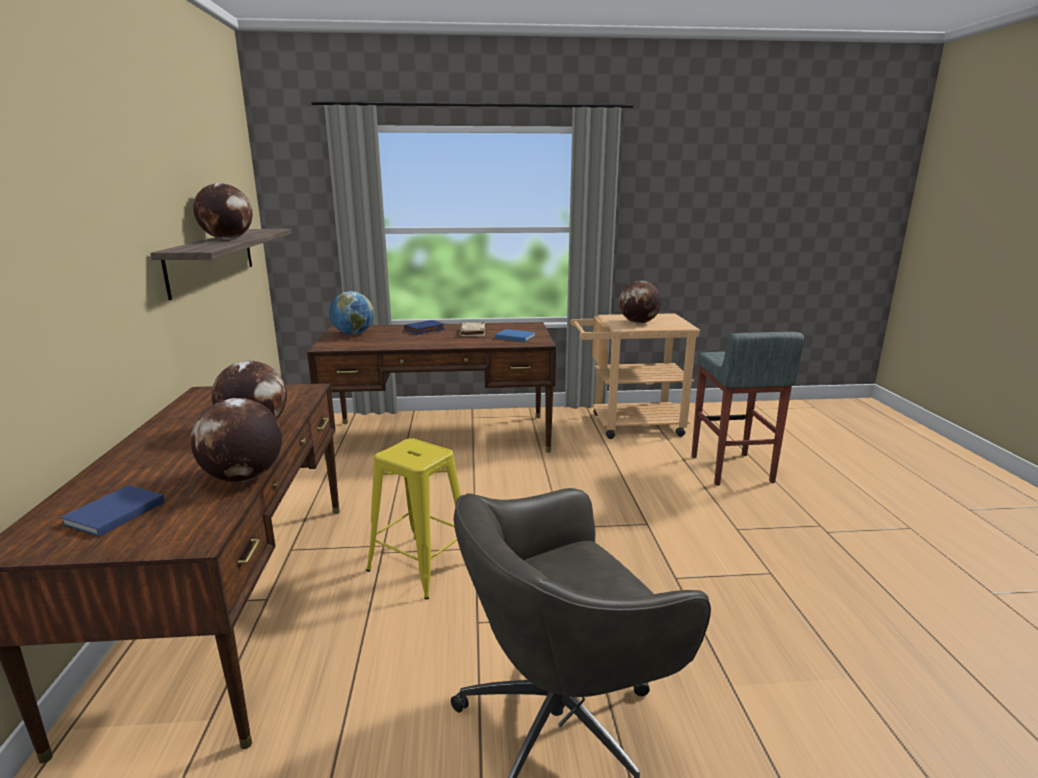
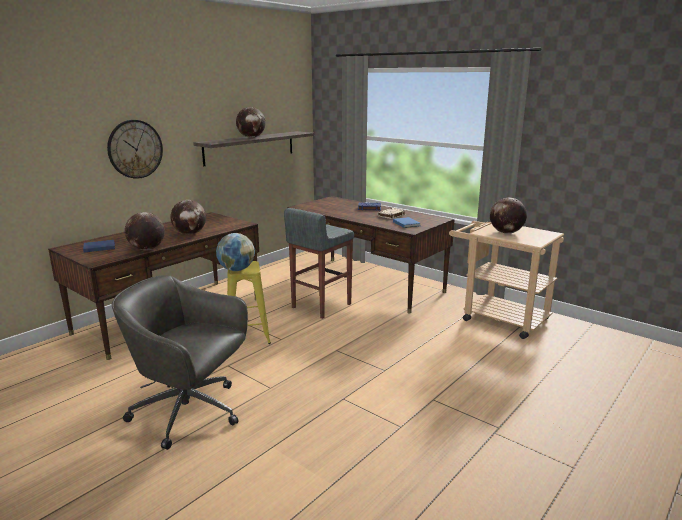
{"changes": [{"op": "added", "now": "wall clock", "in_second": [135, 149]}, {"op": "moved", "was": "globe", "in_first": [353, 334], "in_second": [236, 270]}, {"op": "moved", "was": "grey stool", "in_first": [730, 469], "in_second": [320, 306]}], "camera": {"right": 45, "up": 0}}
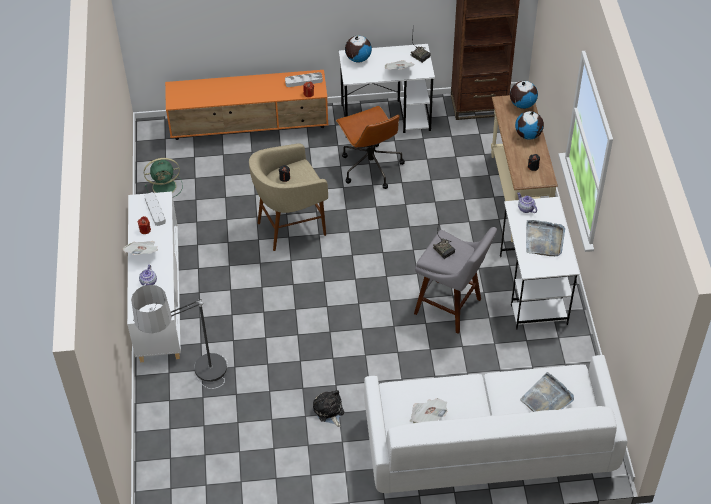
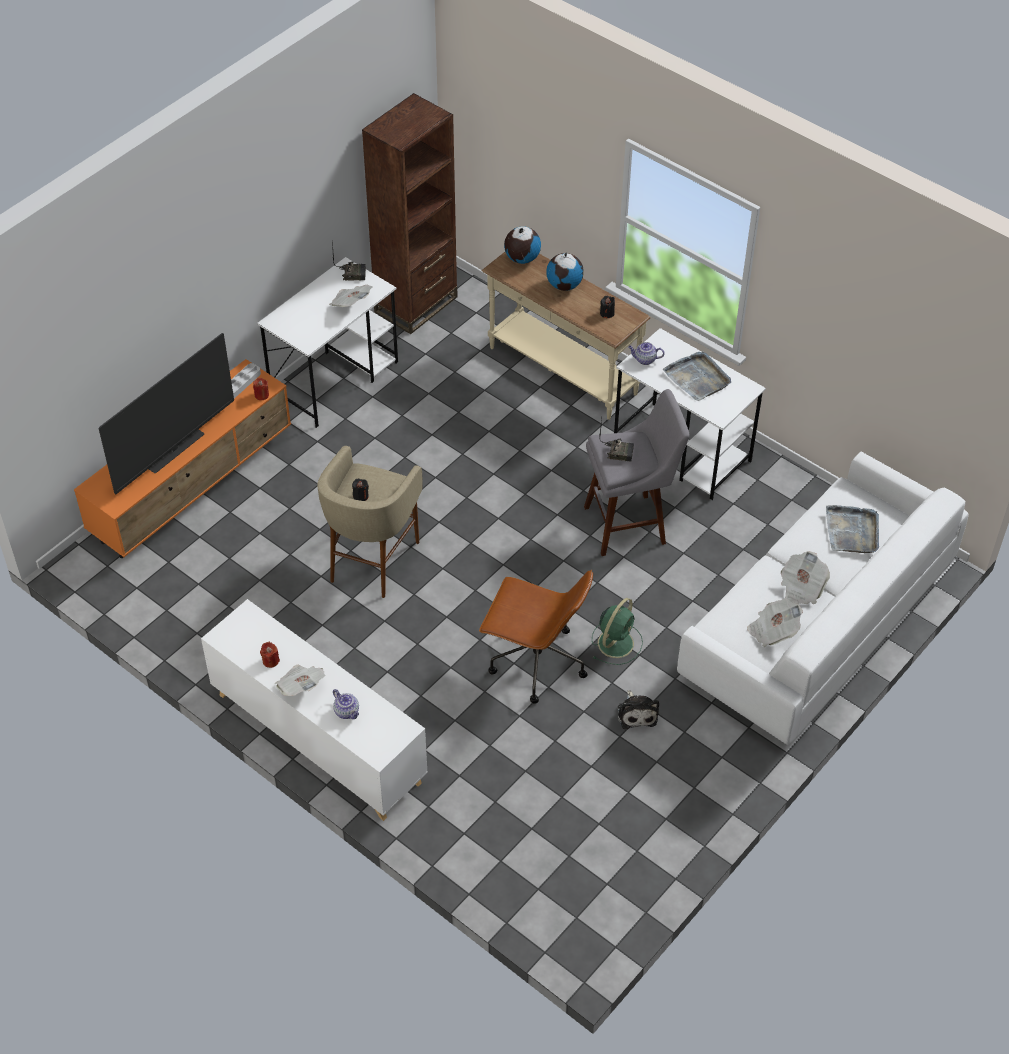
{"changes": [{"op": "added", "now": "television", "in_second": [175, 451]}, {"op": "moved", "was": "brown office chair", "in_first": [370, 166], "in_second": [535, 662]}, {"op": "moved", "was": "green fan", "in_first": [165, 186], "in_second": [616, 642]}, {"op": "turned", "was": "plush toy", "in_first": [329, 411], "in_second": [637, 713], "clockwise": -120}, {"op": "added", "now": "newspaper", "in_second": [801, 588]}, {"op": "removed", "was": "floor lamp", "in_first": [192, 386]}, {"op": "removed", "was": "grey tray", "in_first": [155, 210]}, {"op": "removed", "was": "globe", "in_first": [358, 58]}], "camera": {"right": -45, "up": 0}}
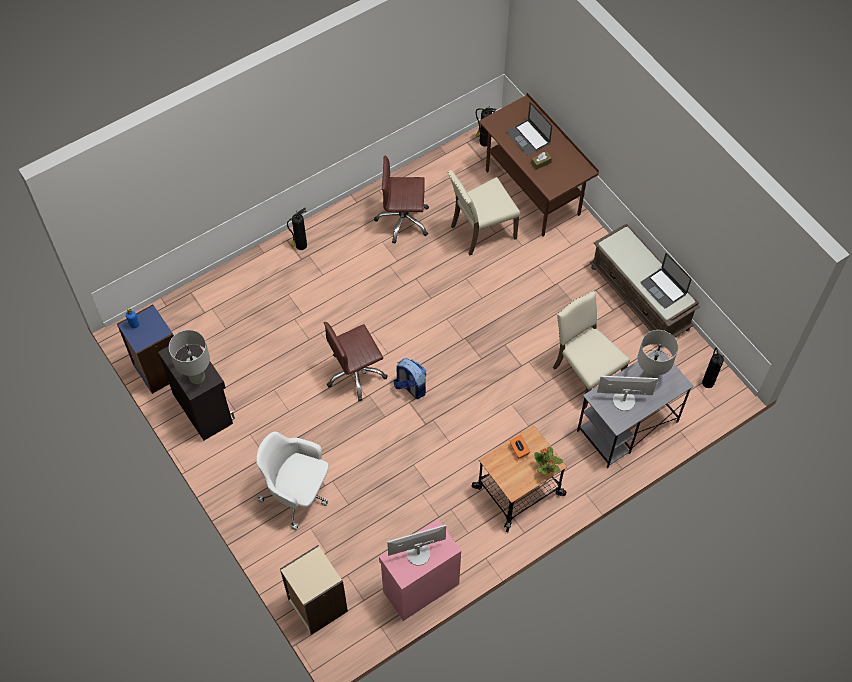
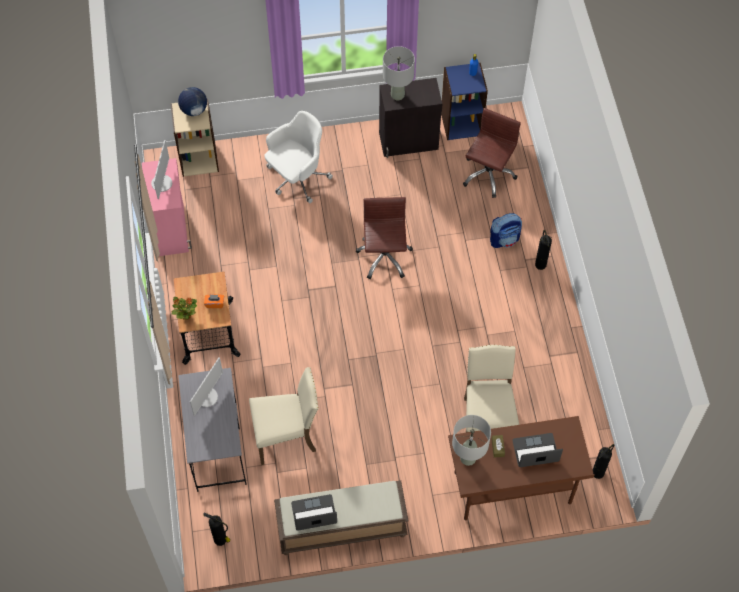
{"changes": [{"op": "added", "now": "globe", "in_second": [194, 110]}, {"op": "moved", "was": "grey table lamp", "in_first": [650, 377], "in_second": [468, 459]}, {"op": "moved", "was": "brown office chair", "in_first": [403, 221], "in_second": [488, 174]}, {"op": "moved", "was": "backpack", "in_first": [410, 387], "in_second": [504, 239]}], "camera": {"right": 115, "up": 0}}
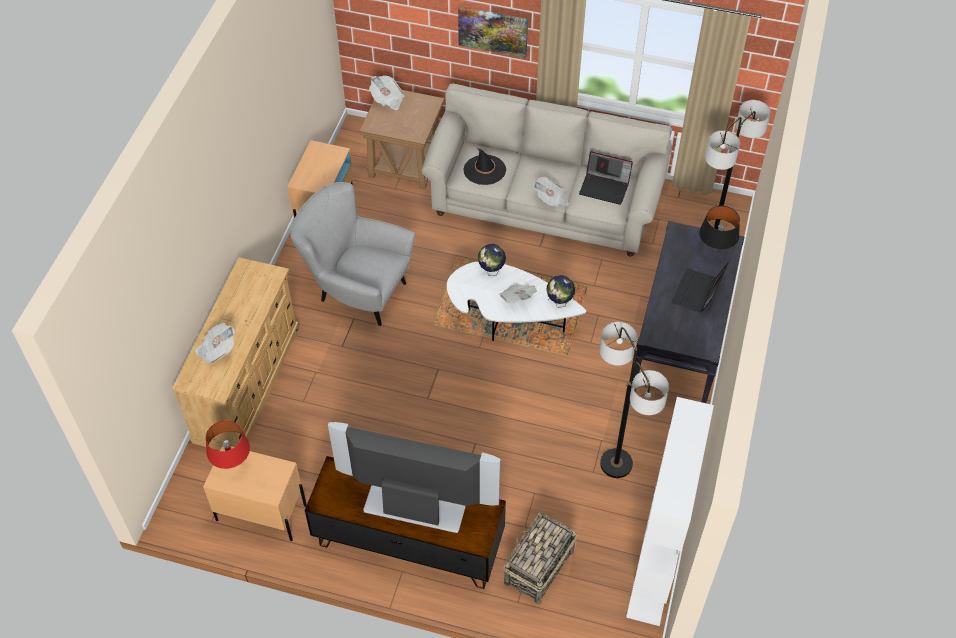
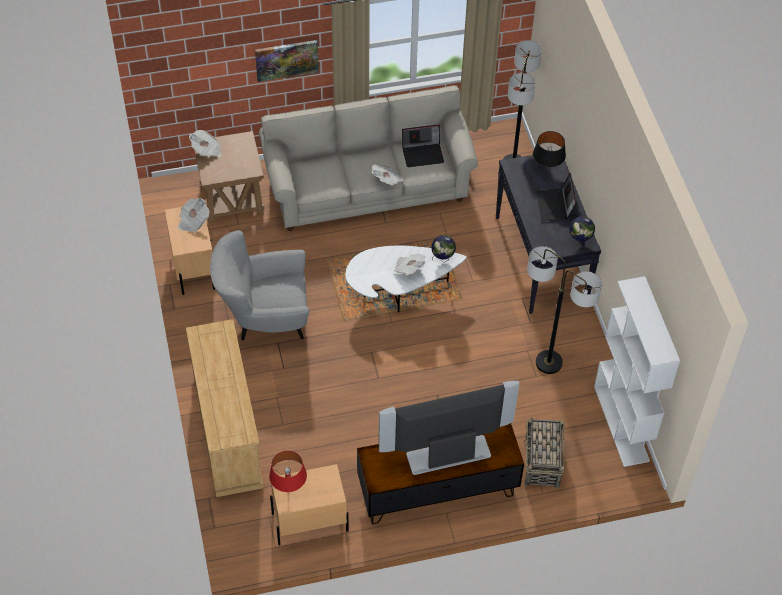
{"changes": [{"op": "moved", "was": "newspaper", "in_first": [217, 350], "in_second": [193, 221]}, {"op": "moved", "was": "globe", "in_first": [491, 271], "in_second": [580, 241]}, {"op": "removed", "was": "black hat", "in_first": [484, 170]}], "camera": {"right": -30, "up": 0}}
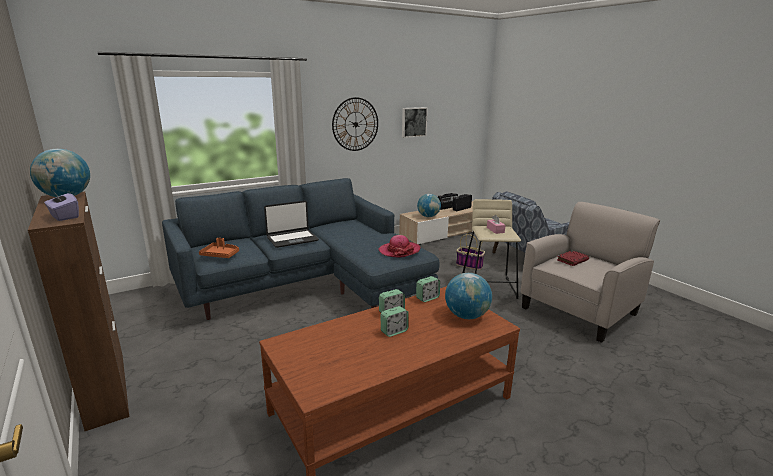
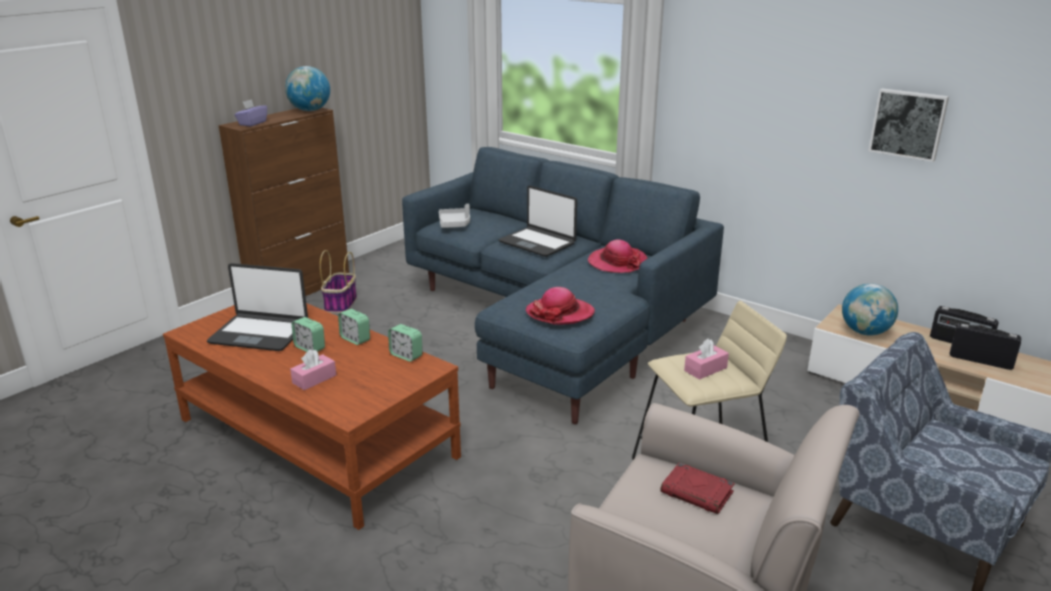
{"changes": [{"op": "added", "now": "laptop", "in_second": [260, 333]}, {"op": "added", "now": "pink tissue box", "in_second": [314, 379]}, {"op": "moved", "was": "basket", "in_first": [470, 265], "in_second": [341, 304]}, {"op": "recoloured", "was": "orange tray", "now": "grey tray", "in_first": [220, 255], "in_second": [455, 223]}, {"op": "added", "now": "hat", "in_second": [617, 262]}, {"op": "removed", "was": "wall clock", "in_first": [355, 124]}, {"op": "removed", "was": "globe", "in_first": [466, 316]}], "camera": {"right": 70, "up": 5}}
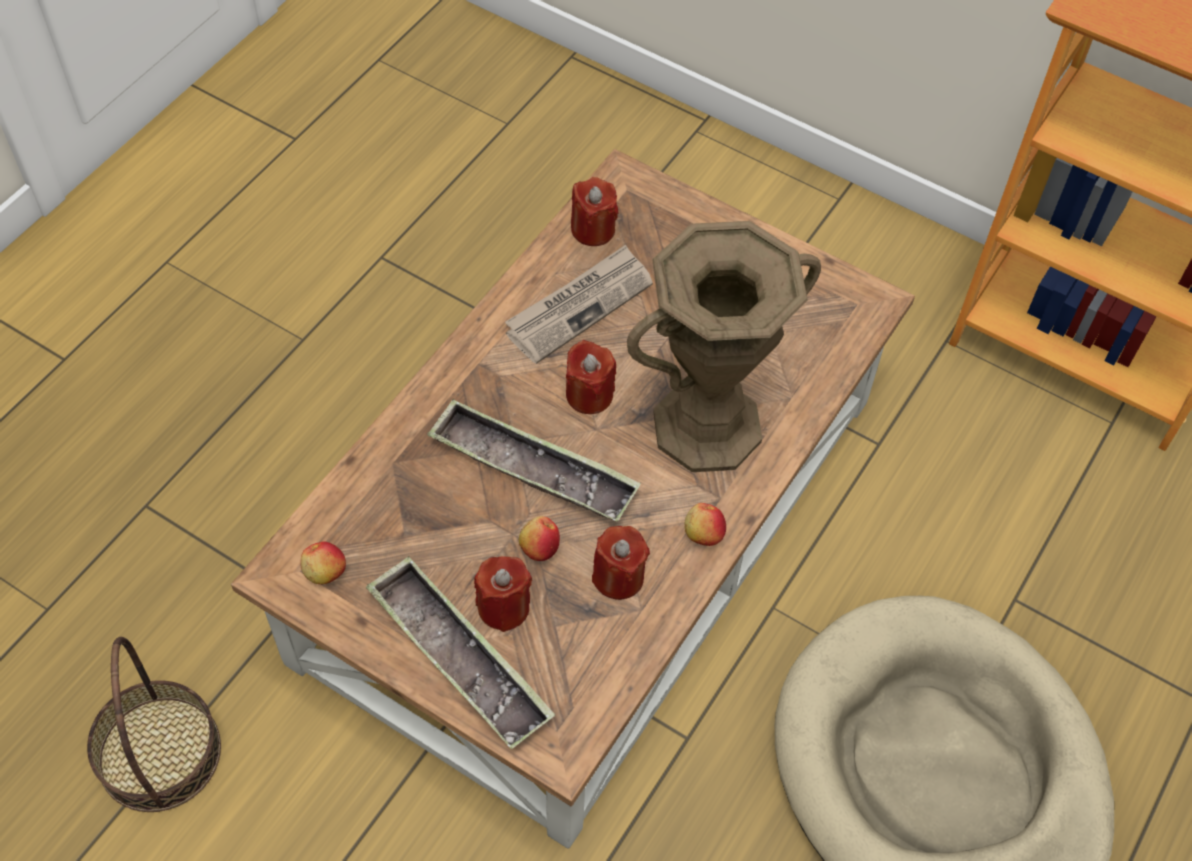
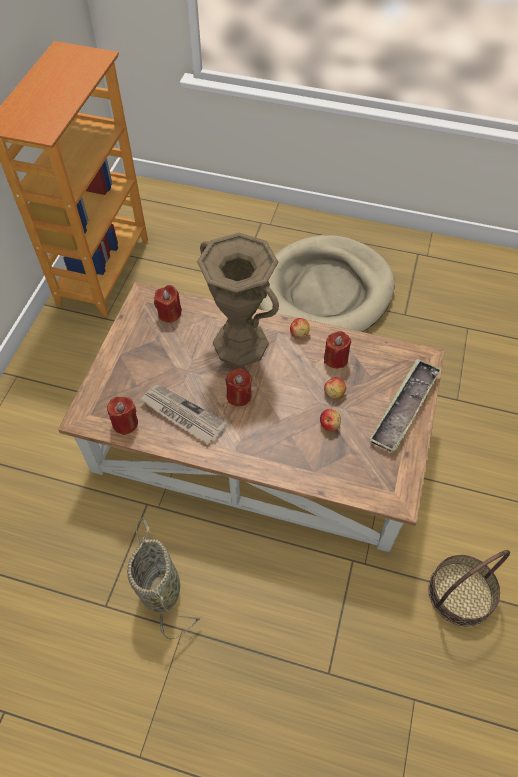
{"changes": [{"op": "added", "now": "basket", "in_second": [160, 586]}, {"op": "moved", "was": "red candle", "in_first": [504, 607], "in_second": [169, 313]}, {"op": "moved", "was": "apple", "in_first": [325, 571], "in_second": [329, 424]}, {"op": "removed", "was": "tray", "in_first": [533, 468]}], "camera": {"right": -105, "up": 0}}
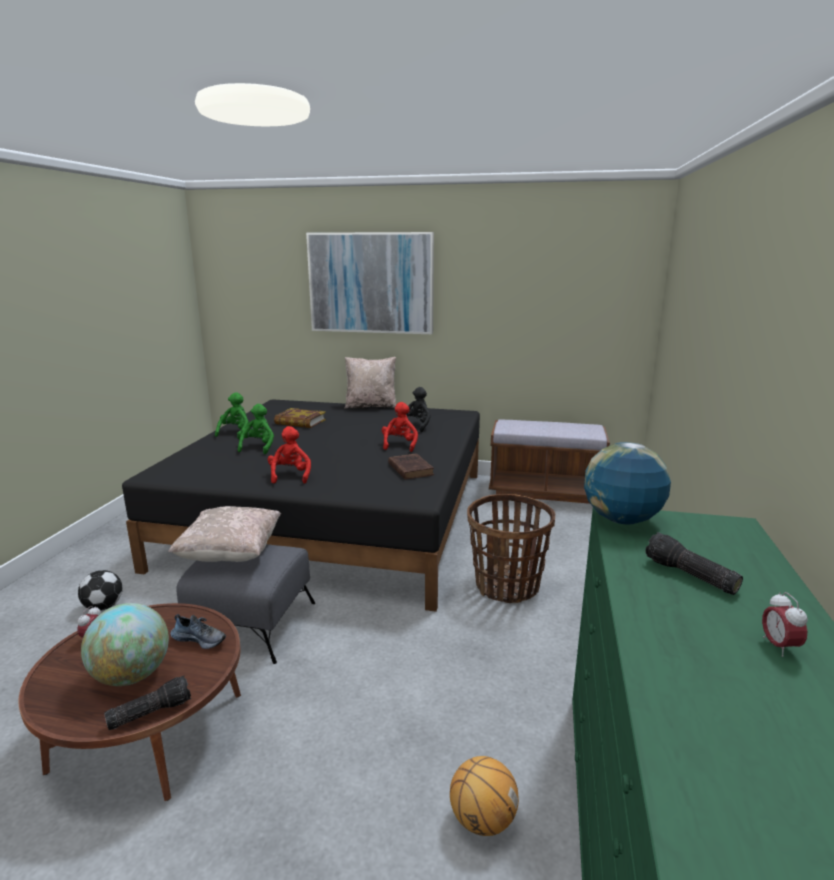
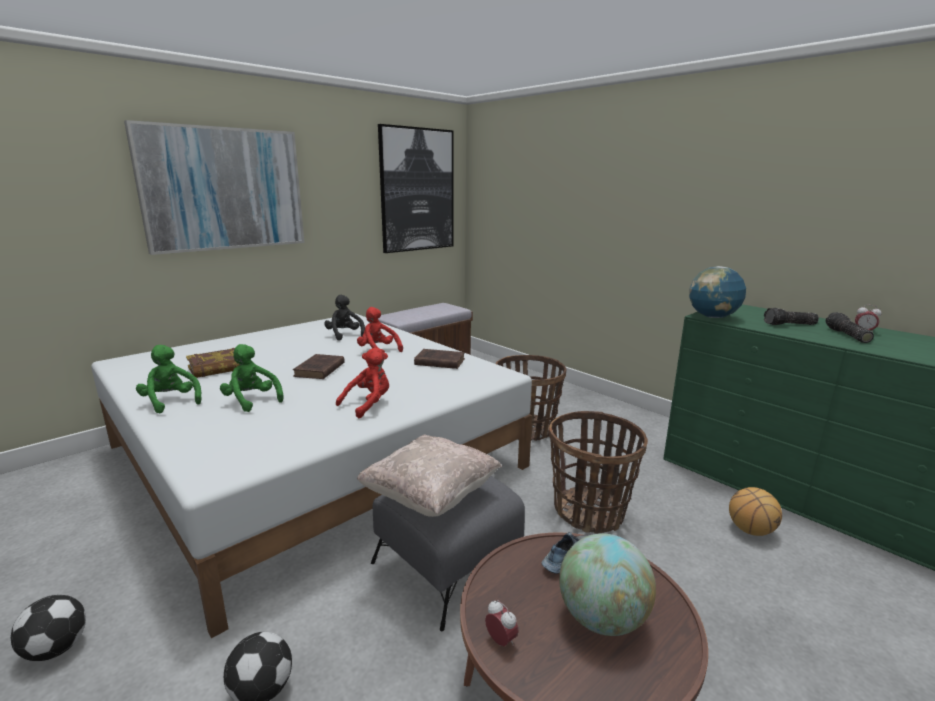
{"changes": [{"op": "added", "now": "football", "in_second": [55, 649]}, {"op": "recoloured", "was": "black bed", "now": "white bed", "in_first": [336, 516], "in_second": [315, 456]}, {"op": "added", "now": "brown book", "in_second": [319, 370]}, {"op": "turned", "was": "red plush toy", "in_first": [290, 476], "in_second": [368, 404], "clockwise": 105}, {"op": "added", "now": "picture", "in_second": [417, 190]}, {"op": "added", "now": "basket", "in_second": [589, 512]}, {"op": "moved", "was": "flashlight", "in_first": [151, 711], "in_second": [846, 335]}, {"op": "removed", "was": "beige pillow", "in_first": [371, 406]}], "camera": {"right": -55, "up": 0}}
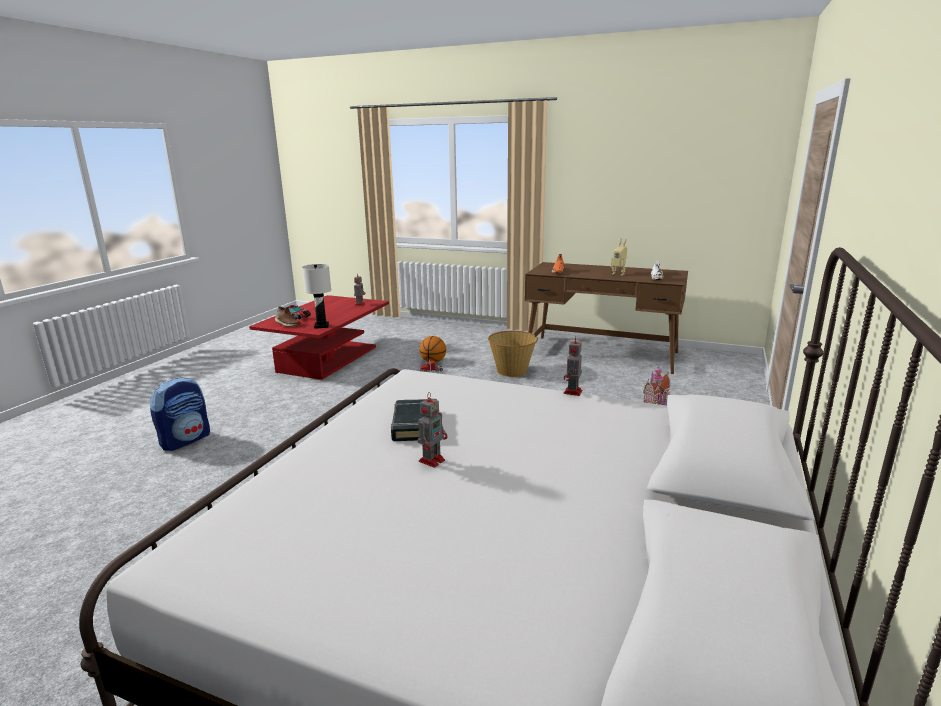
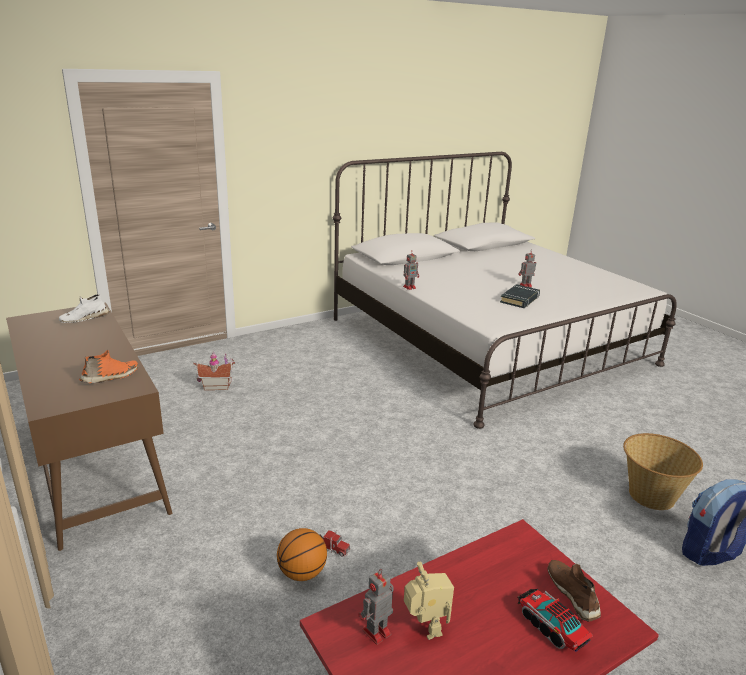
{"changes": [{"op": "moved", "was": "toy robot", "in_first": [619, 273], "in_second": [425, 628]}, {"op": "moved", "was": "basket", "in_first": [512, 371], "in_second": [650, 495]}, {"op": "removed", "was": "white table lamp", "in_first": [322, 326]}], "camera": {"right": -145, "up": 5}}
